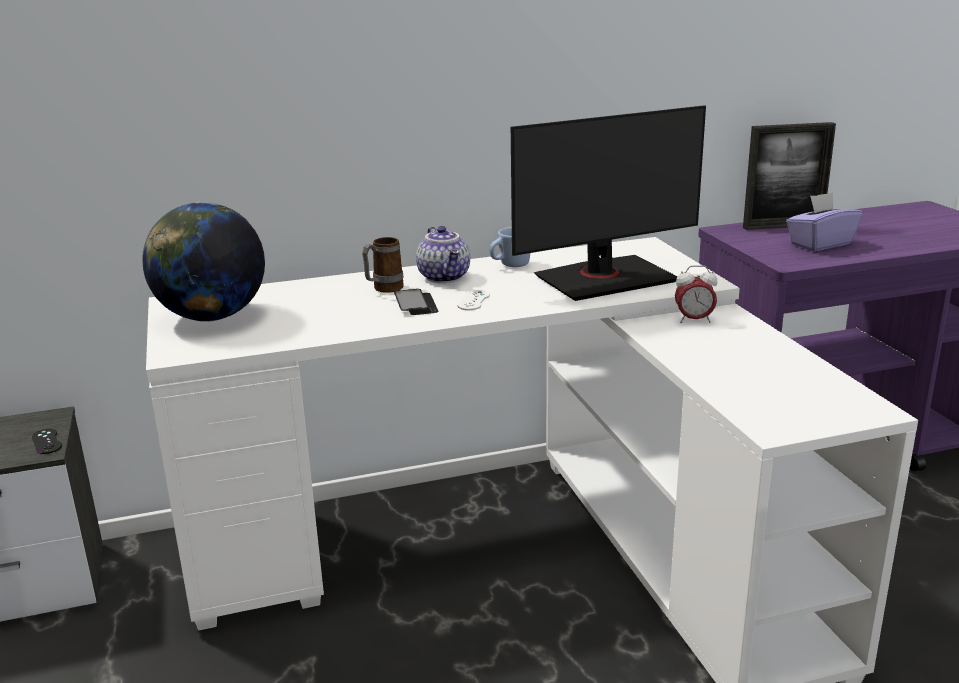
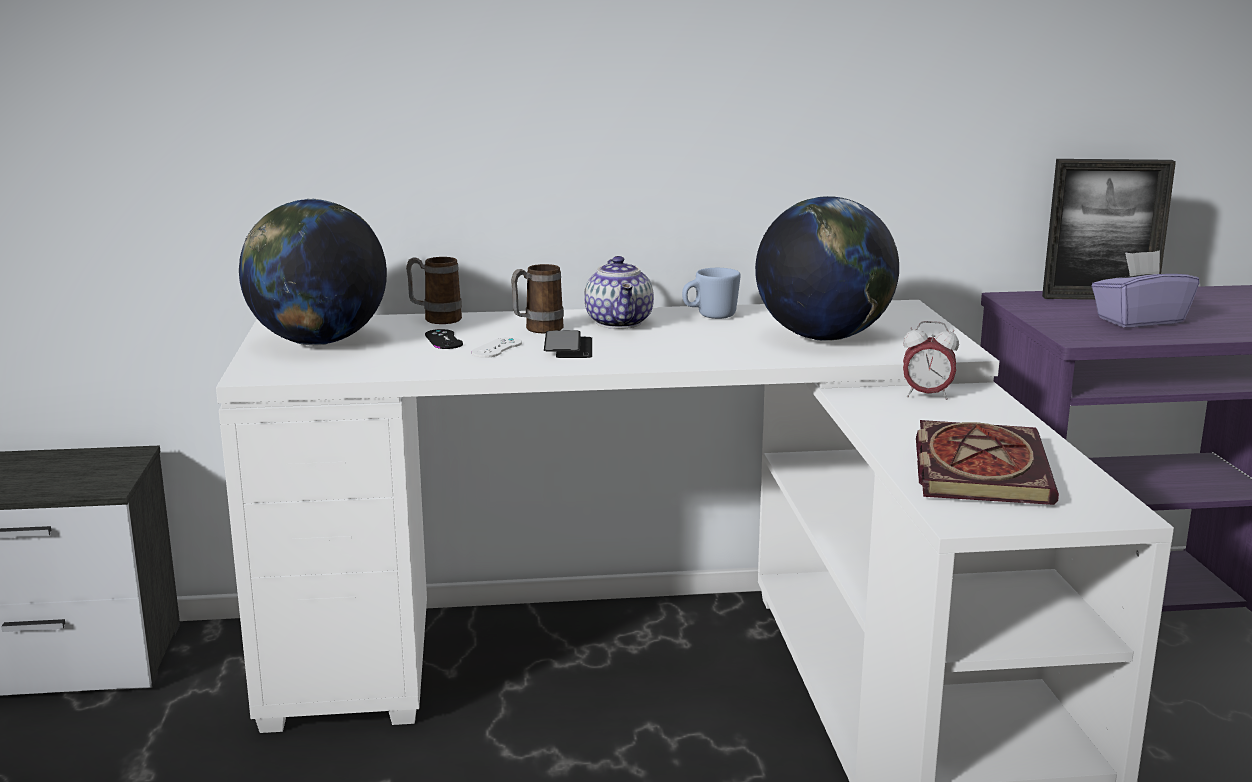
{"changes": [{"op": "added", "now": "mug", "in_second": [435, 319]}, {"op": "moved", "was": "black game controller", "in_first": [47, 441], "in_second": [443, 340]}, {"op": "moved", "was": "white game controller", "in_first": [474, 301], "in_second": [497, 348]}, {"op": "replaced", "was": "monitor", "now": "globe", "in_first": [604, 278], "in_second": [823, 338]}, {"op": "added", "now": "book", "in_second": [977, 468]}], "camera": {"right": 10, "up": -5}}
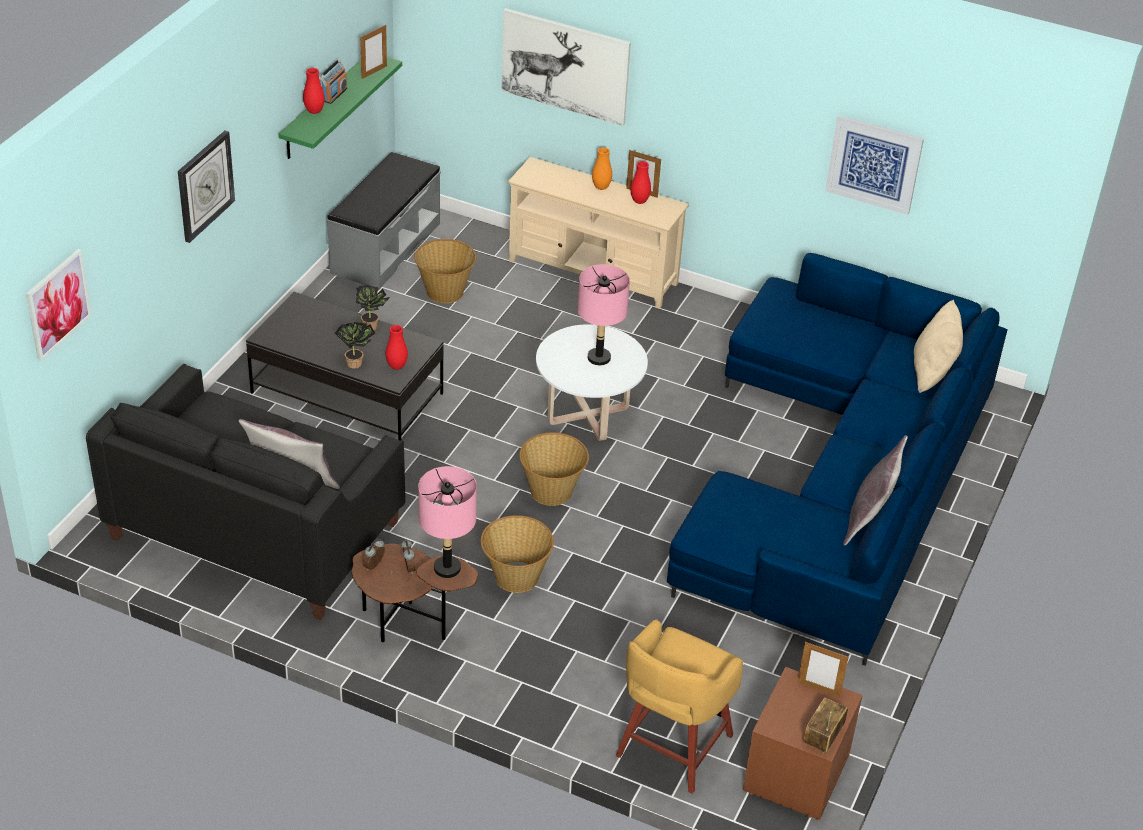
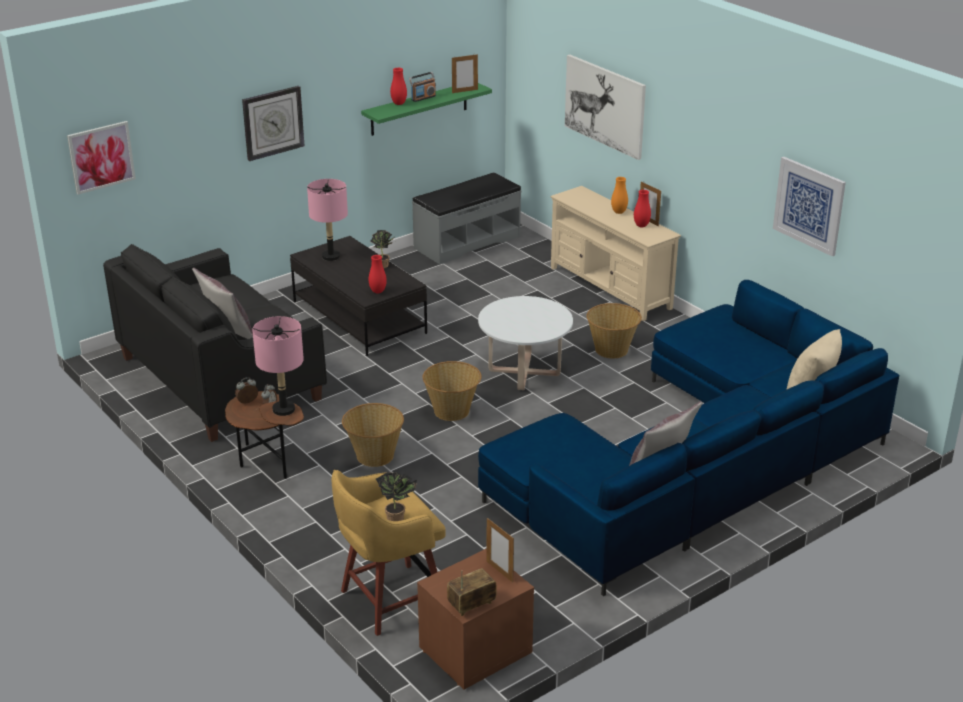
{"changes": [{"op": "moved", "was": "pink table lamp", "in_first": [598, 358], "in_second": [331, 256]}, {"op": "moved", "was": "potted plant", "in_first": [356, 362], "in_second": [398, 518]}, {"op": "moved", "was": "basket", "in_first": [445, 291], "in_second": [612, 349]}], "camera": {"right": 30, "up": -10}}
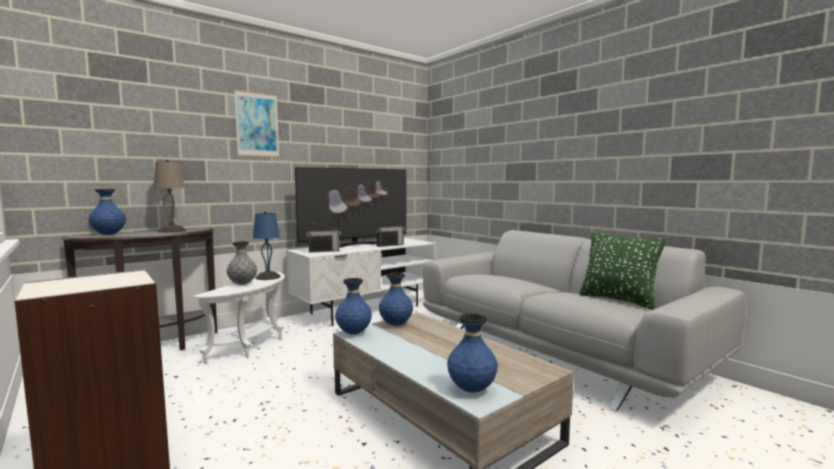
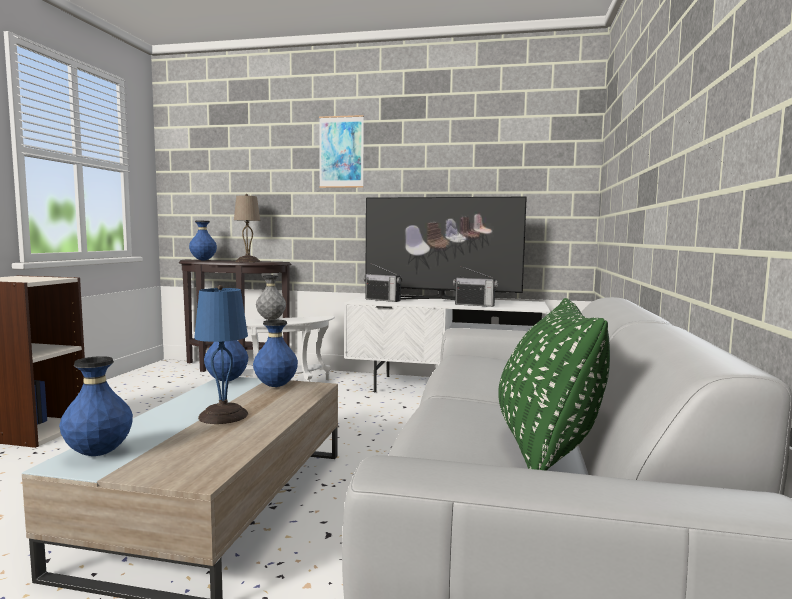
{"changes": [{"op": "moved", "was": "blue table lamp", "in_first": [268, 277], "in_second": [224, 416]}], "camera": {"right": 50, "up": 0}}
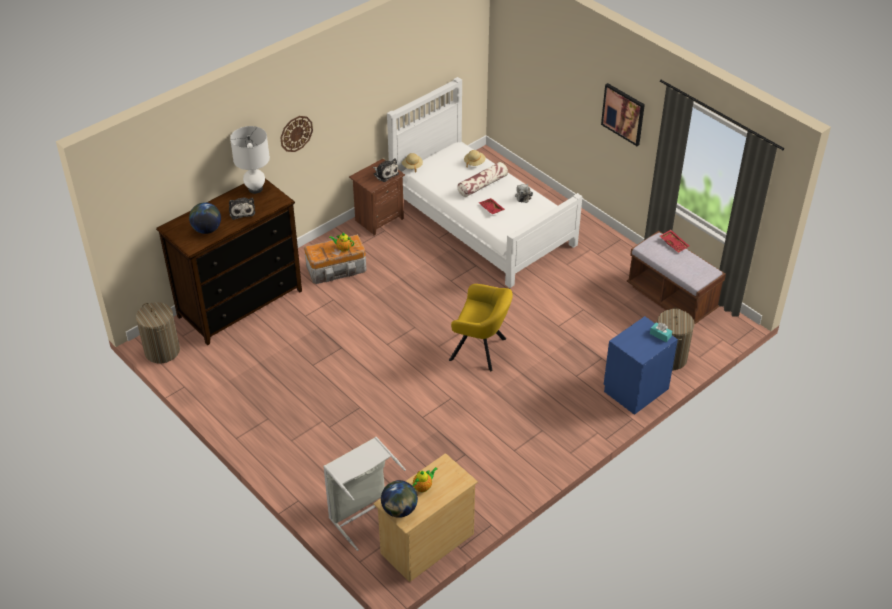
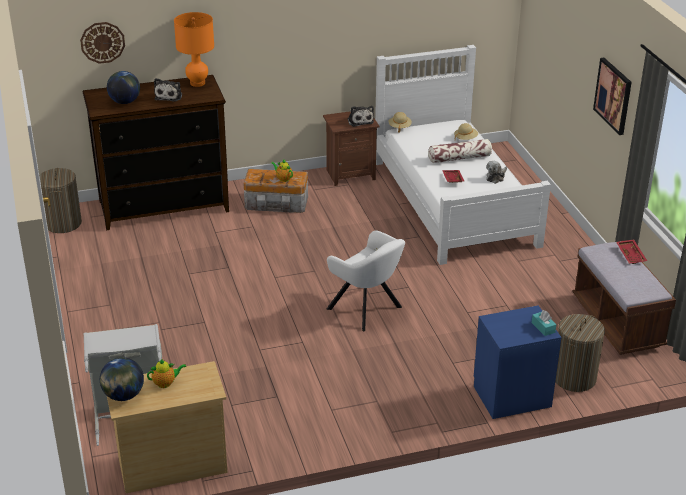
{"changes": [{"op": "moved", "was": "wall clock", "in_first": [296, 133], "in_second": [102, 42]}, {"op": "recoloured", "was": "white table lamp", "now": "orange table lamp", "in_first": [255, 189], "in_second": [197, 83]}, {"op": "recoloured", "was": "yellow armchair", "now": "white armchair", "in_first": [481, 350], "in_second": [367, 310]}], "camera": {"right": 25, "up": -10}}
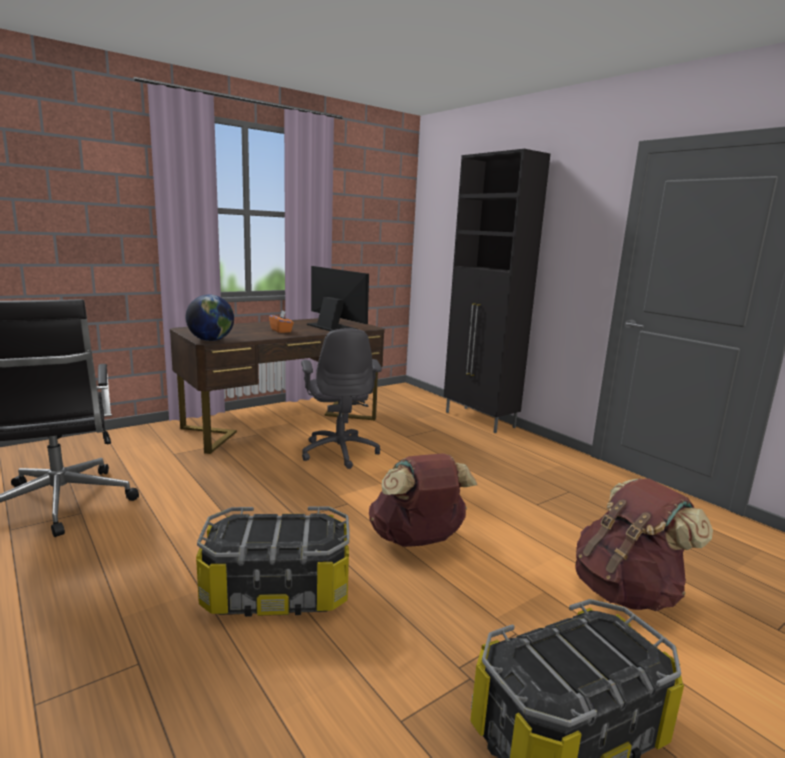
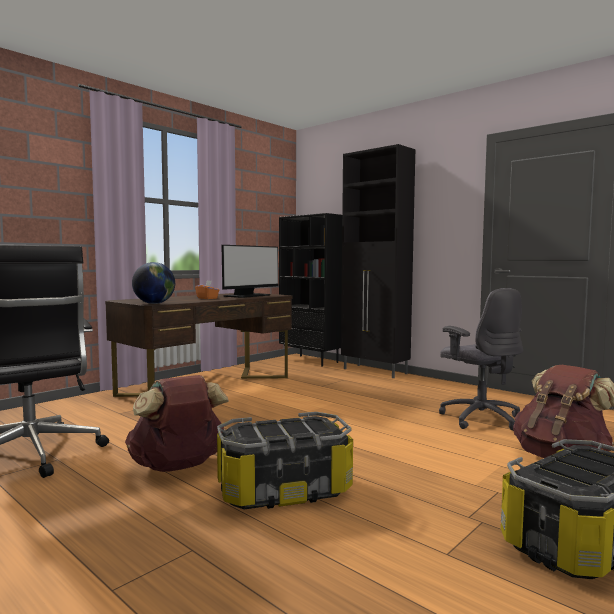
{"changes": [{"op": "moved", "was": "brown backpack", "in_first": [417, 540], "in_second": [178, 467]}, {"op": "turned", "was": "monitor", "in_first": [332, 327], "in_second": [248, 296], "clockwise": 90}, {"op": "added", "now": "black bookcase", "in_second": [312, 360]}, {"op": "moved", "was": "grey office chair", "in_first": [340, 452], "in_second": [480, 418]}], "camera": {"right": -10, "up": -10}}
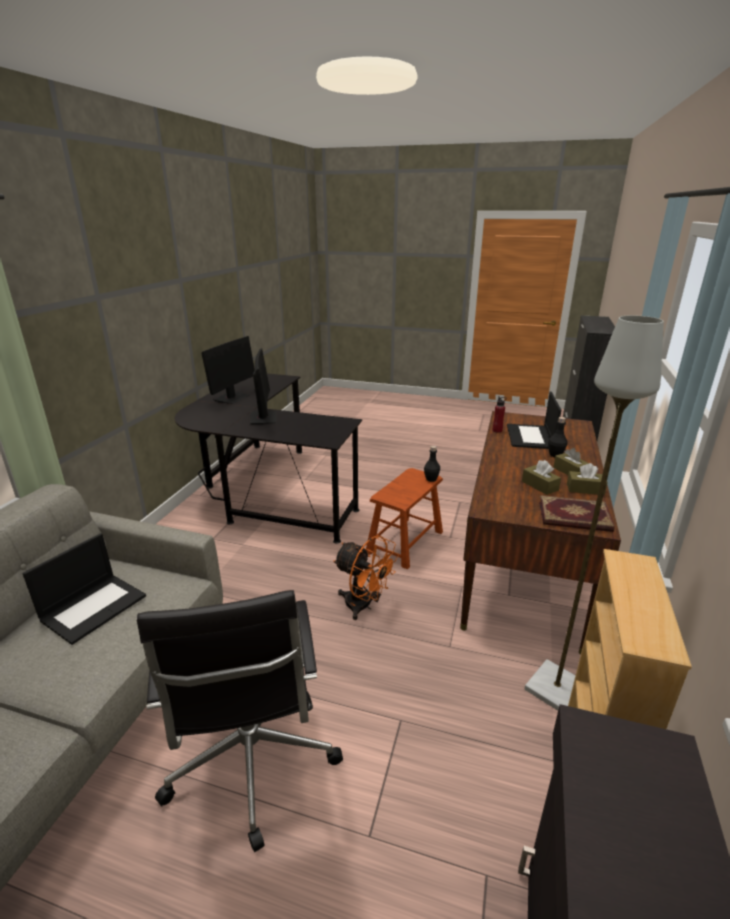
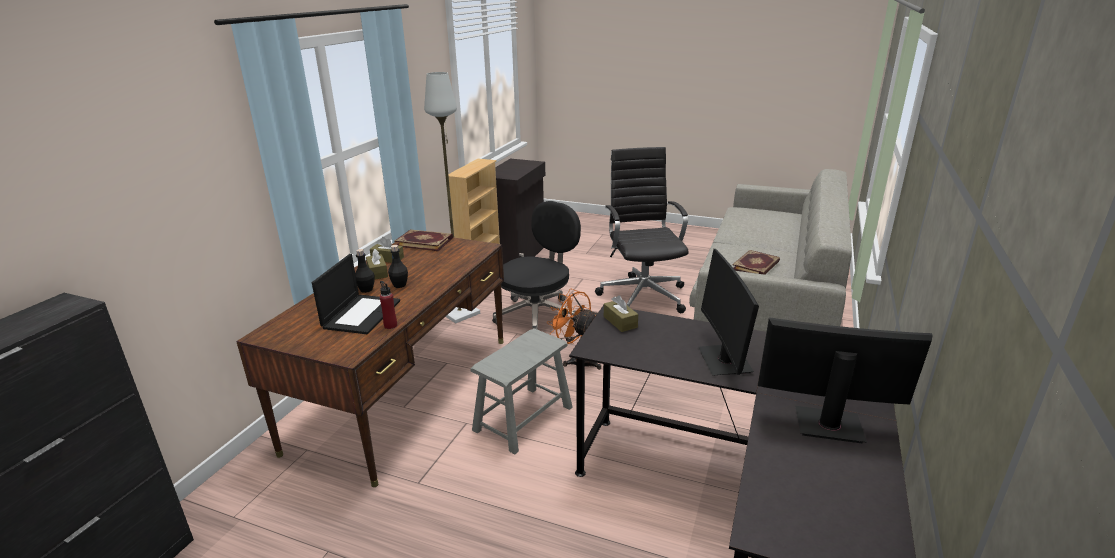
{"changes": [{"op": "moved", "was": "black bottle", "in_first": [431, 479], "in_second": [399, 285]}, {"op": "recoloured", "was": "brown stool", "now": "grey stool", "in_first": [405, 542], "in_second": [523, 418]}, {"op": "added", "now": "black office chair", "in_second": [538, 315]}, {"op": "moved", "was": "brown tissue box", "in_first": [539, 485], "in_second": [620, 322]}, {"op": "replaced", "was": "laptop", "now": "book", "in_first": [94, 607], "in_second": [756, 266]}, {"op": "turned", "was": "monitor", "in_first": [231, 398], "in_second": [828, 425], "clockwise": 75}], "camera": {"right": -175, "up": 0}}
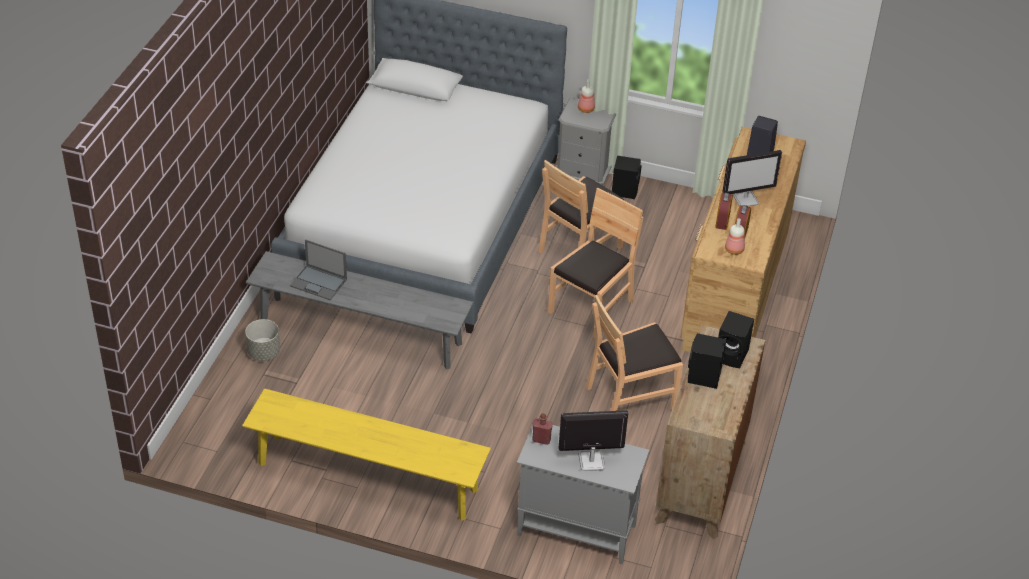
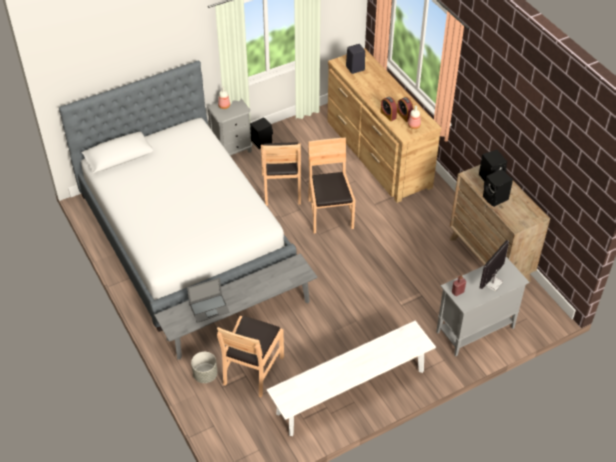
{"changes": [{"op": "moved", "was": "brown chair", "in_first": [630, 397], "in_second": [252, 369]}, {"op": "recoloured", "was": "yellow bench", "now": "white bench", "in_first": [367, 477], "in_second": [351, 392]}, {"op": "removed", "was": "monitor", "in_first": [746, 199]}], "camera": {"right": -45, "up": 5}}
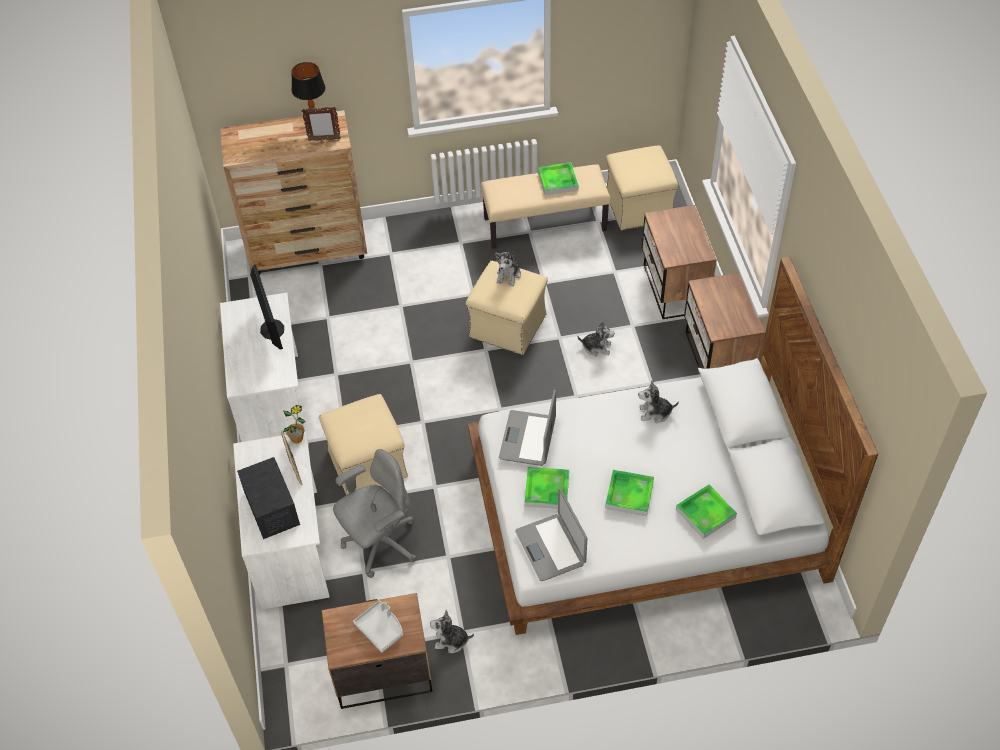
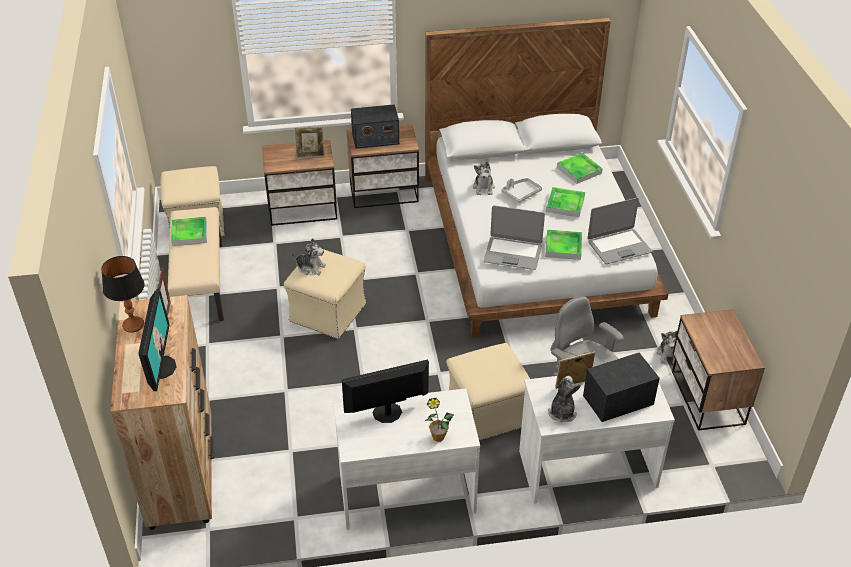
{"changes": [{"op": "added", "now": "monitor", "in_second": [161, 367]}, {"op": "added", "now": "picture frame", "in_second": [311, 156]}, {"op": "added", "now": "radio", "in_second": [375, 138]}, {"op": "moved", "was": "potted plant", "in_first": [297, 439], "in_second": [438, 437]}, {"op": "moved", "was": "grey tray", "in_first": [381, 629], "in_second": [521, 193]}, {"op": "moved", "was": "plush toy", "in_first": [596, 347], "in_second": [562, 412]}], "camera": {"right": -90, "up": -10}}
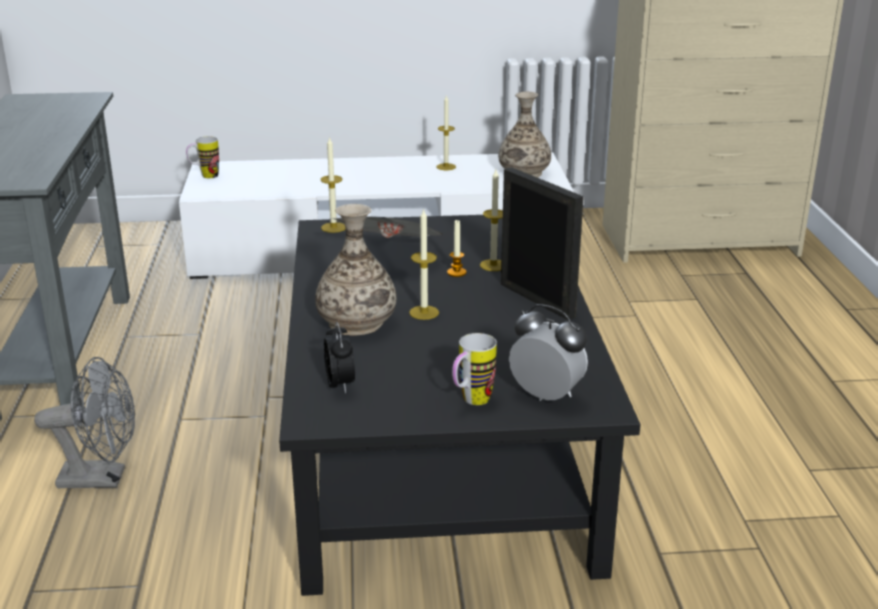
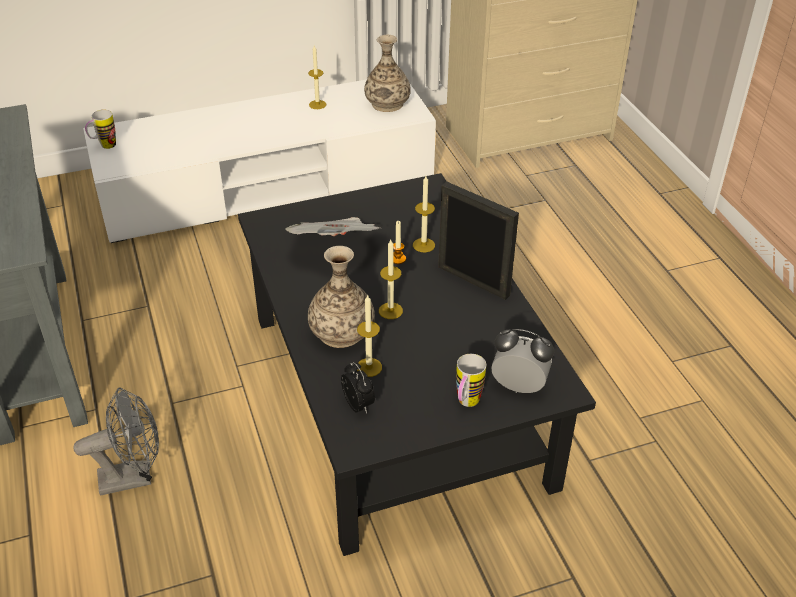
{"changes": [{"op": "moved", "was": "candle", "in_first": [333, 227], "in_second": [369, 367]}], "camera": {"right": -15, "up": 15}}
